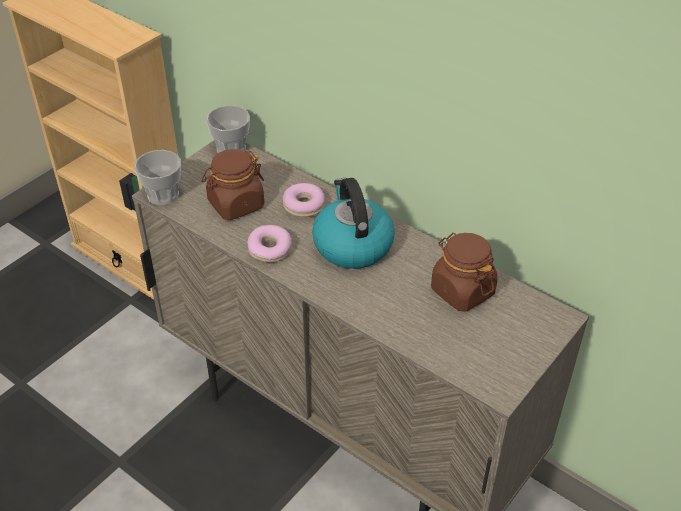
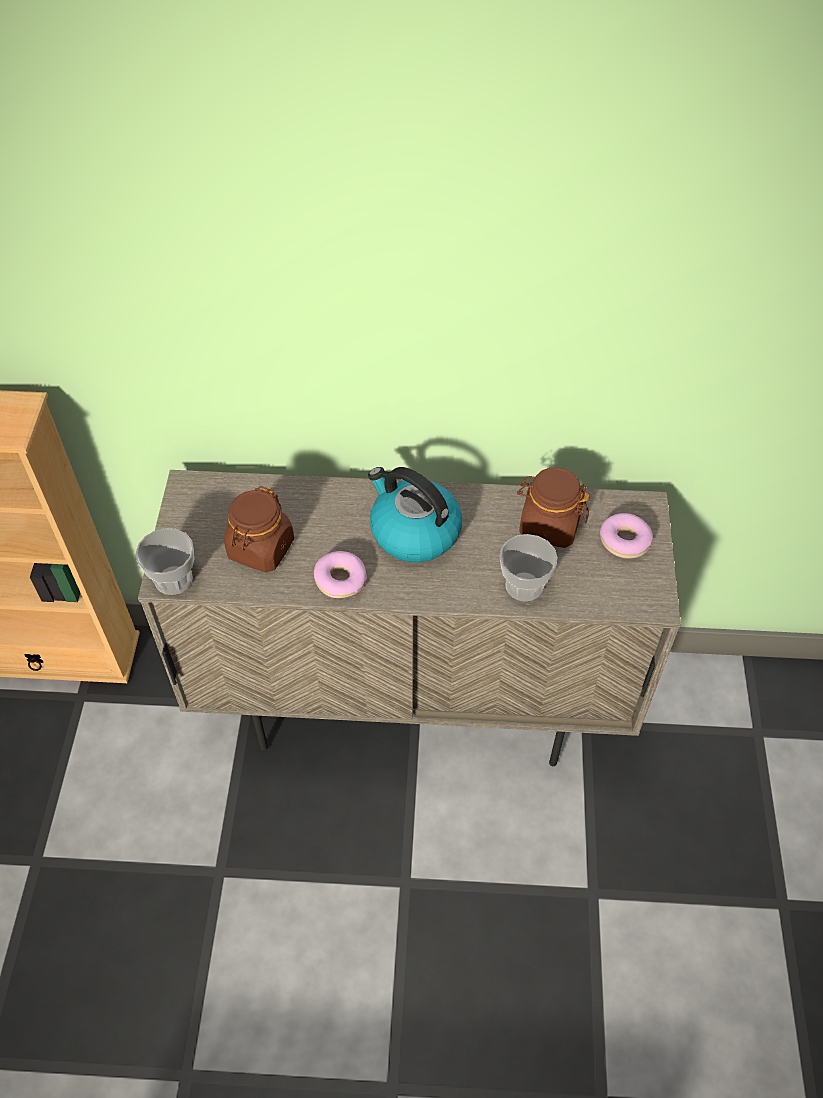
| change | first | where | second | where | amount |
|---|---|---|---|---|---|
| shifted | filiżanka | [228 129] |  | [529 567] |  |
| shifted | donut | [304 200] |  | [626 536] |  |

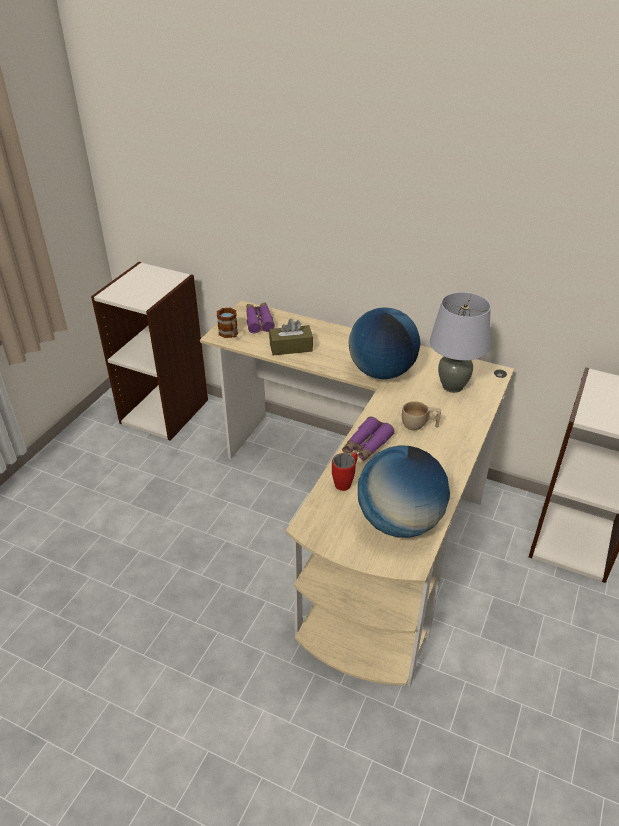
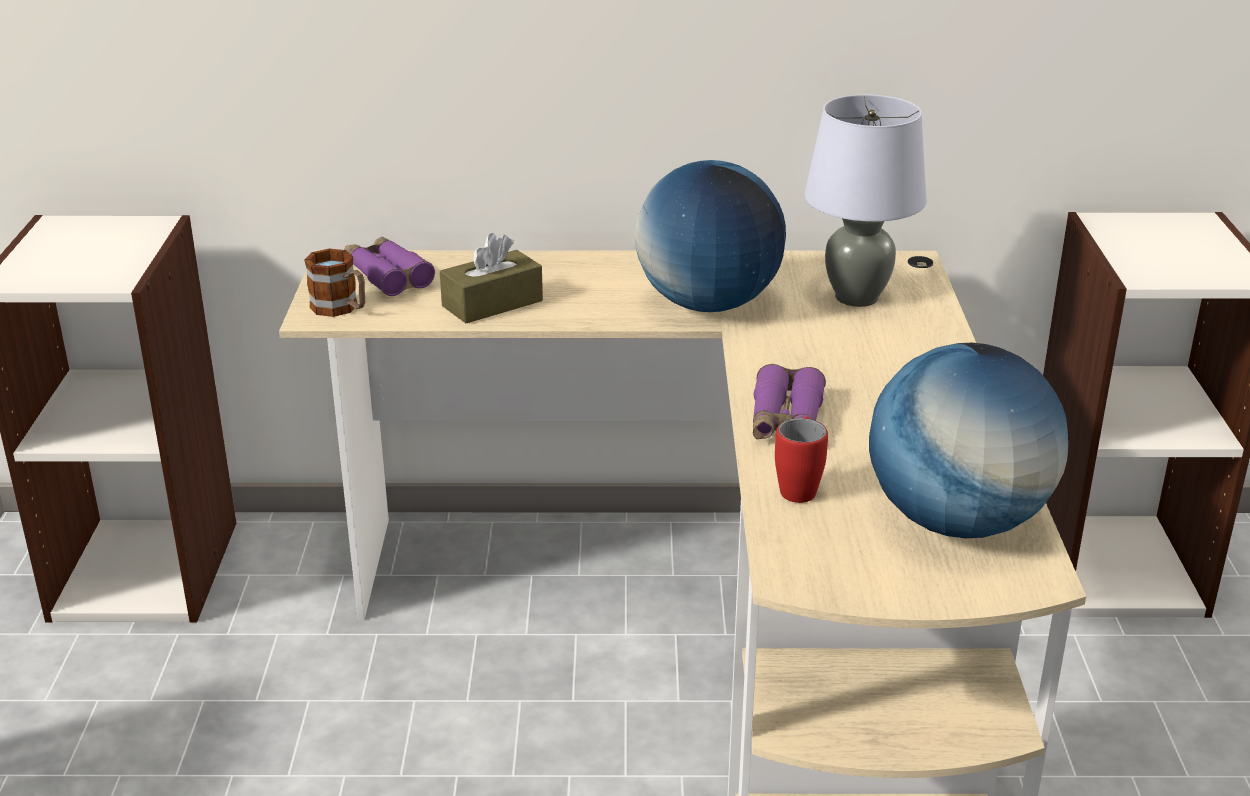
| change | first | where | second | where | amount |
|---|---|---|---|---|---|
| gone | filiżanka/beżowy | [421 415] |  |  |  |

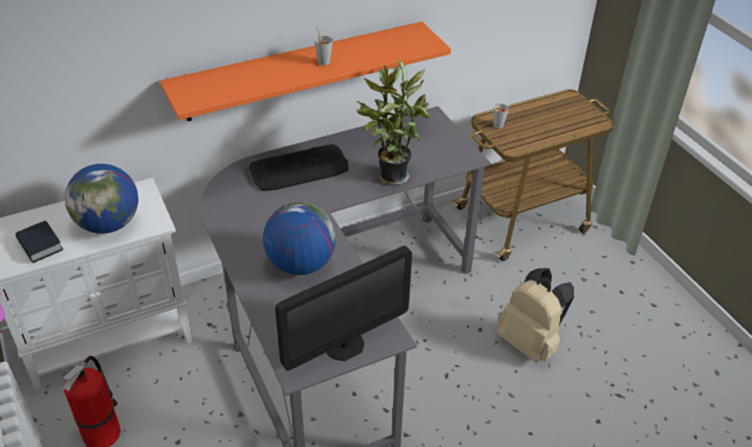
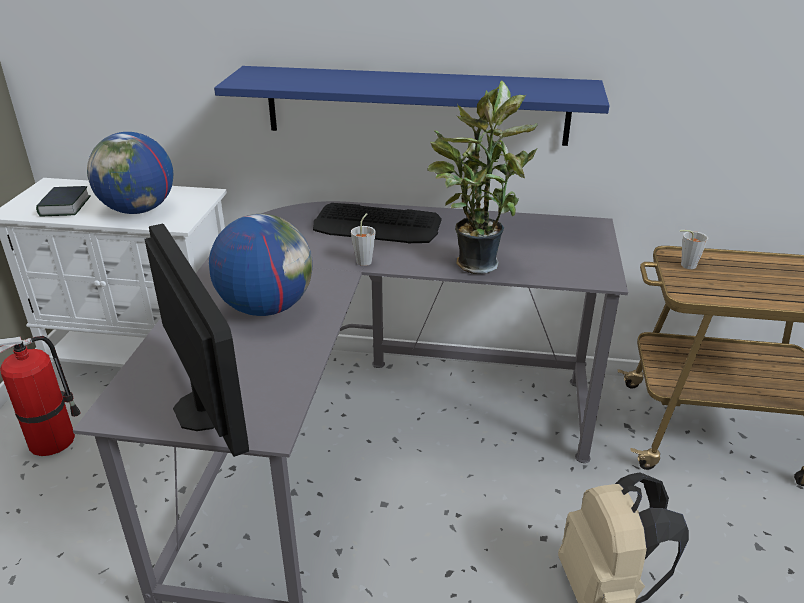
| change | first | where | second | where | amount |
|---|---|---|---|---|---|
| repainted | półka/pomarańczowy | [305 71] | półka/niebieski | [412 106] |  |
| shifted | filiżanka/szary | [323 46] |  | [363 239] |  |
| rotated | monitor | [343 308] |  | [196 340] | 120 degrees counterclockwise |

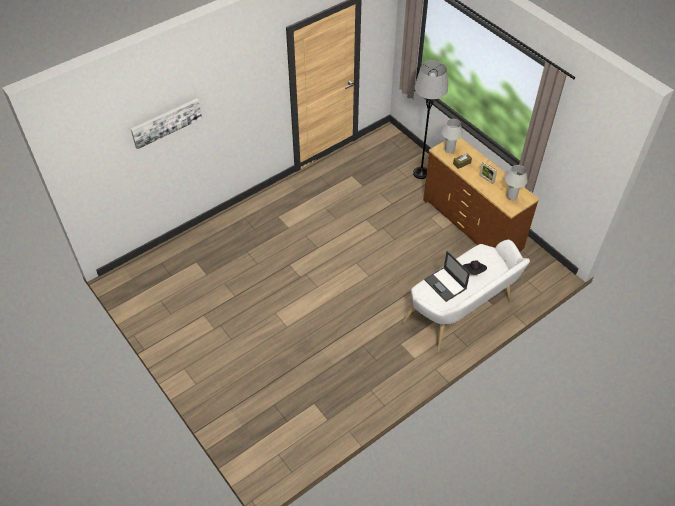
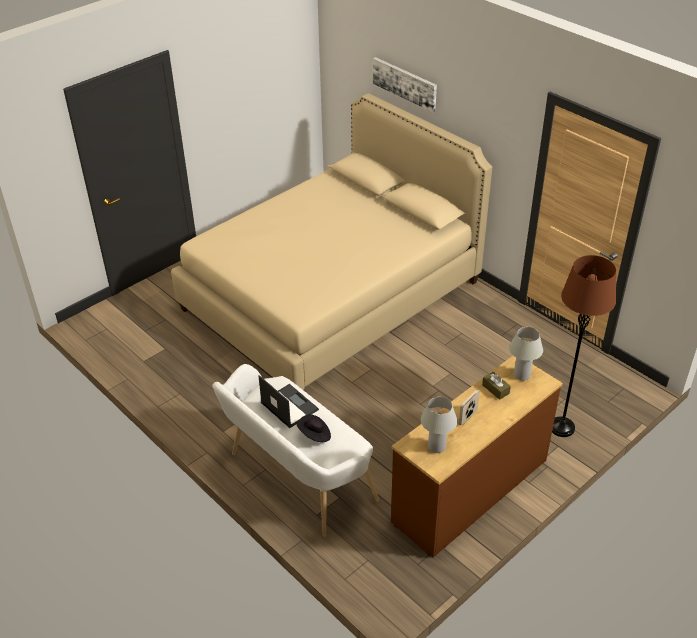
| change | first | where | second | where | amount |
|---|---|---|---|---|---|
| repainted | lampa stojąca/szary | [430 120] | lampa stojąca/brązowy | [584 346] |  |
| rotated | laptop | [447 276] |  | [289 401] | 90 degrees clockwise |
| new |  |  | łóżko/beżowy | [331 241] |  |

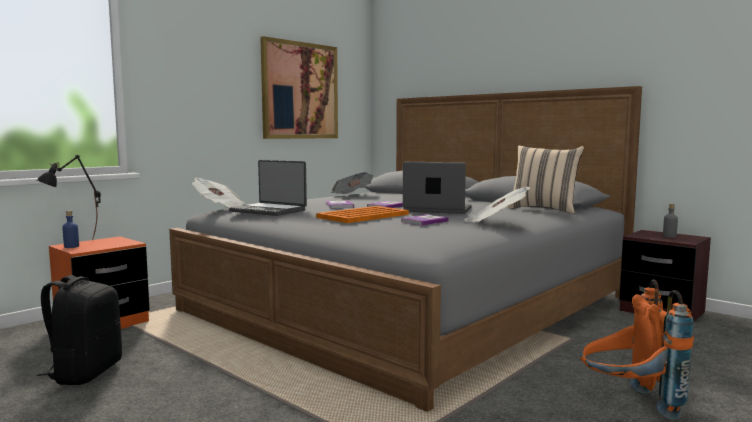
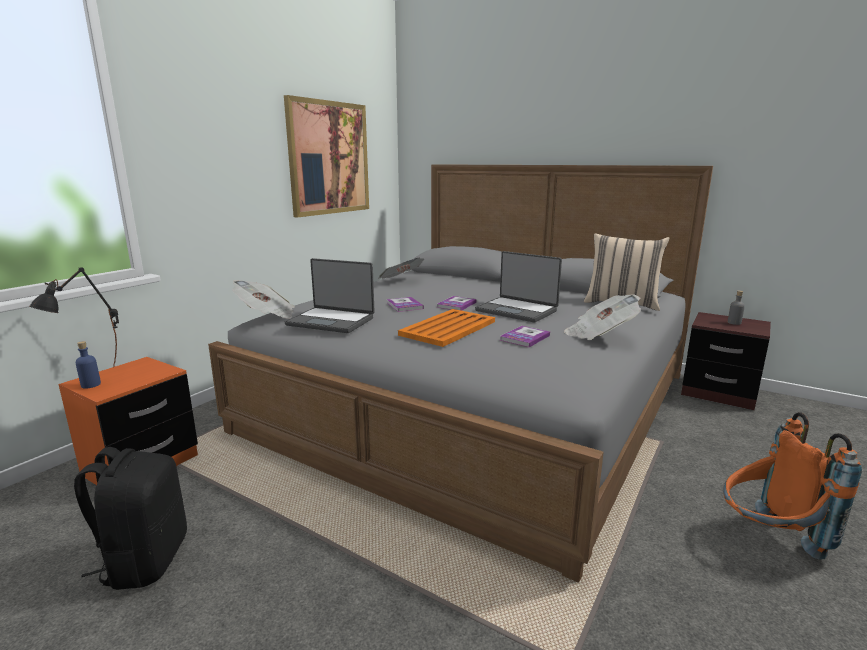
| change | first | where | second | where | amount |
|---|---|---|---|---|---|
| rotated | laptop | [437 188] |  | [518 286] | 150 degrees counterclockwise |

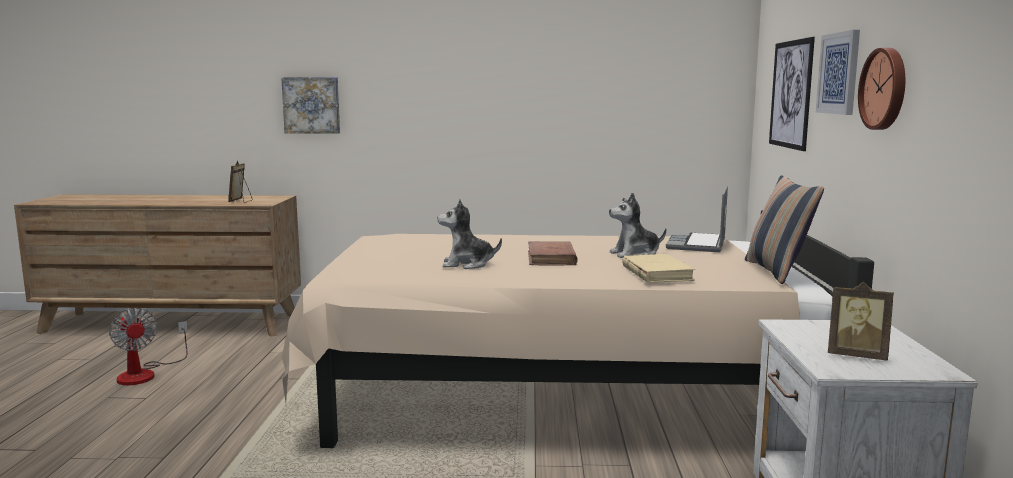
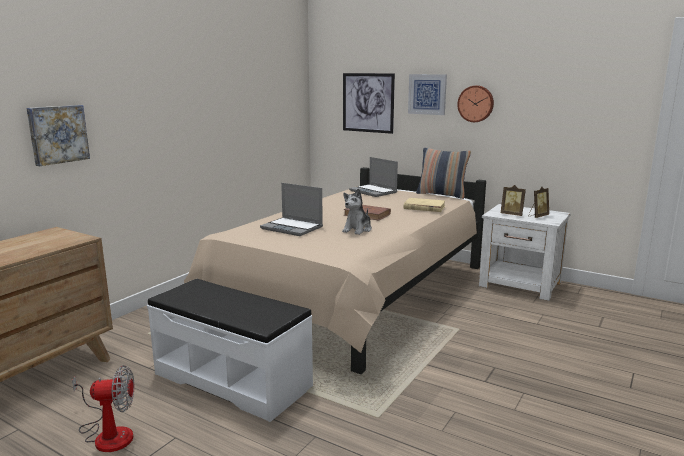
| change | first | where | second | where | amount |
|---|---|---|---|---|---|
| shifted | ramka na zdjęcie | [240 182] |  | [513 200] |  |
| gone | pluszak | [637 225] |  |  |  |
| new |  |  | laptop | [291 209] |  |
| new |  |  | ławka/biały | [230 350] |  |

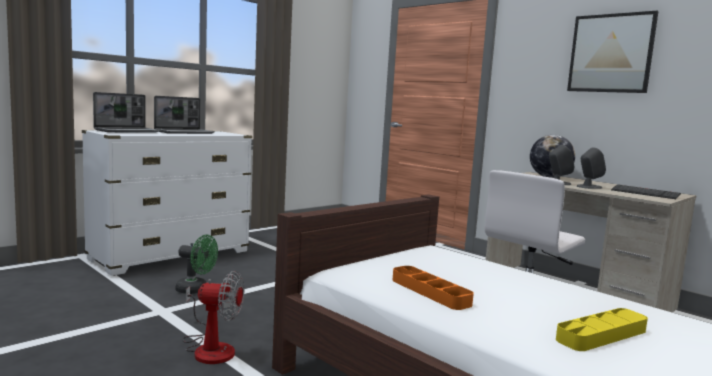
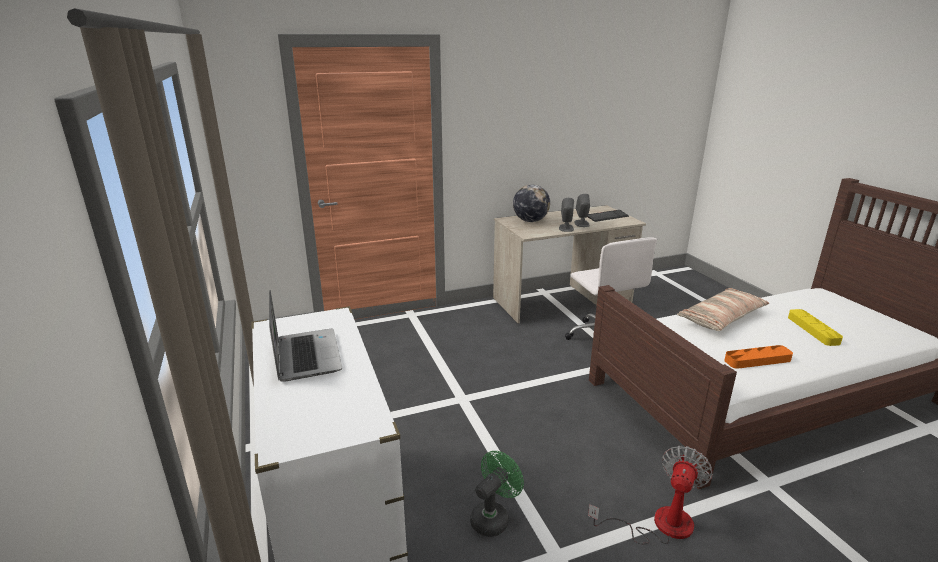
| change | first | where | second | where | amount |
|---|---|---|---|---|---|
| gone | obraz | [613 52] |  |  |  |
| gone | laptop | [126 112] |  |  |  |
| new |  |  | poduszka | [723 309] |  |

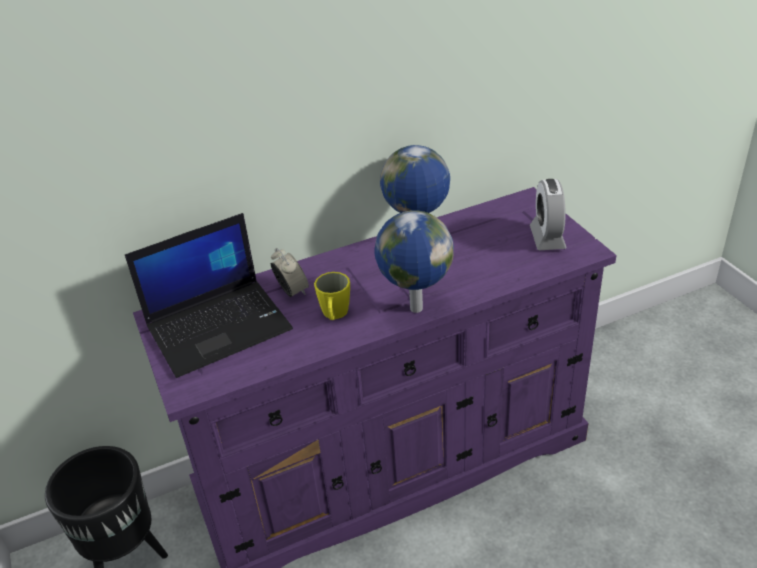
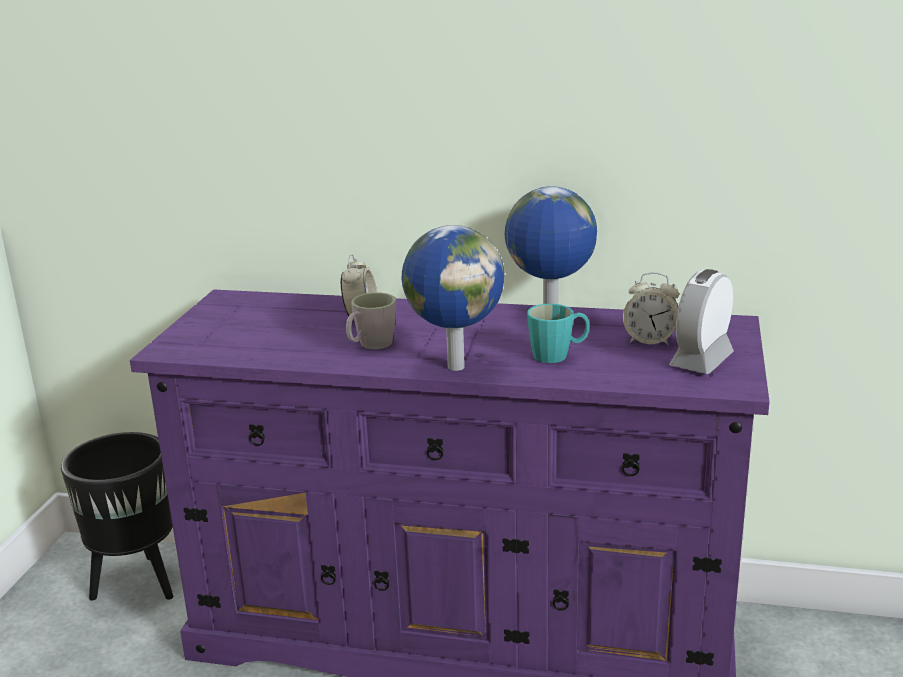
| change | first | where | second | where | amount |
|---|---|---|---|---|---|
| gone | laptop | [209 295] |  |  |  |
| repainted | kubek/żółty | [332 296] | kubek/szary | [371 321] |  |
| new |  |  | budzik | [651 309] |  |
| new |  |  | kubek/turkusowy | [558 333] |  |

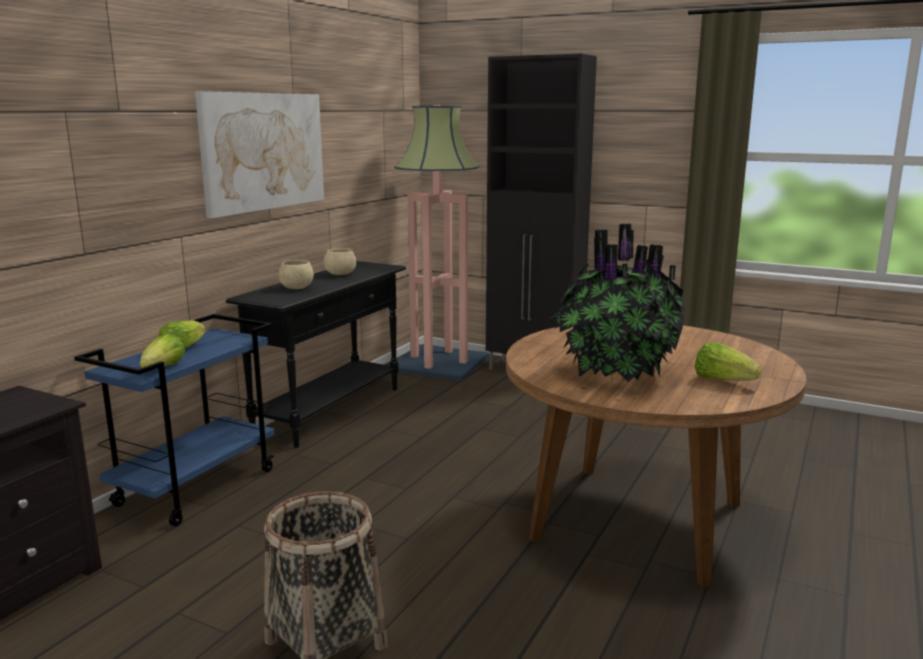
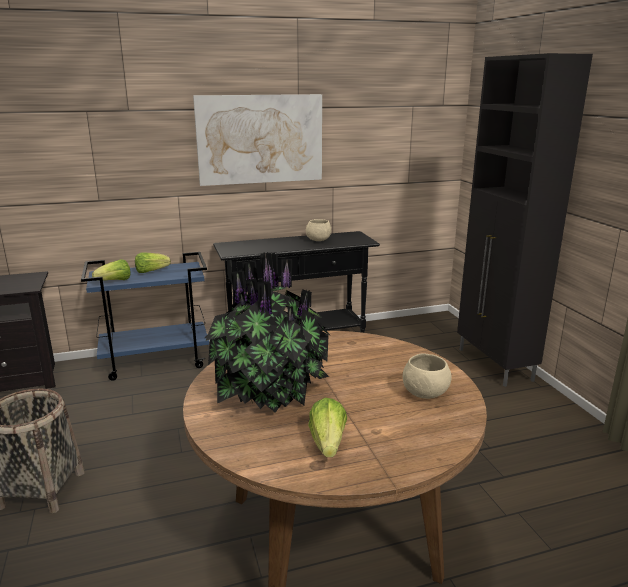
| change | first | where | second | where | amount |
|---|---|---|---|---|---|
| gone | lampa stojąca | [439 243] |  |  |  |
| shifted | miska/beżowy | [296 274] |  | [427 376] |  |

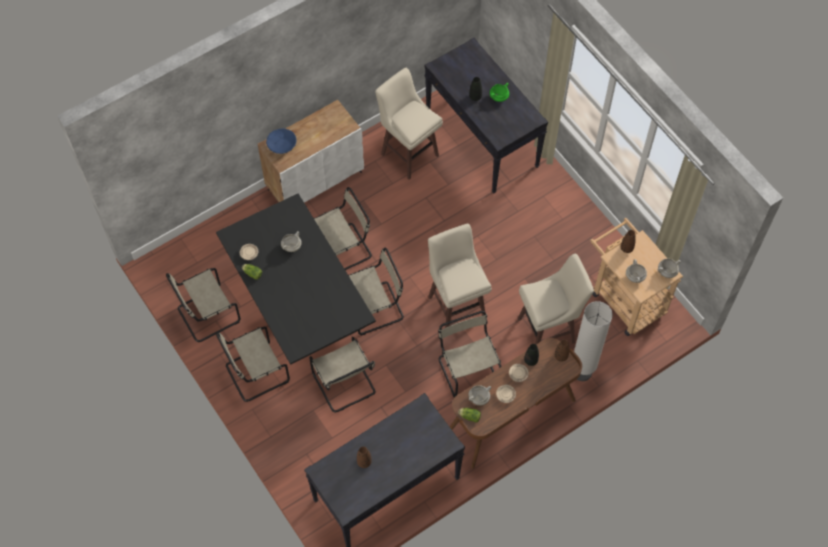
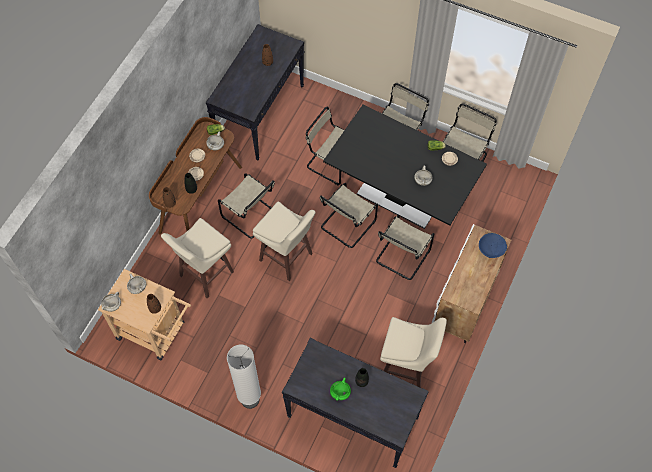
| change | first | where | second | where | amount |
|---|---|---|---|---|---|
| shifted | lampa stojąca/biały | [593 341] |  | [244 377] |  |

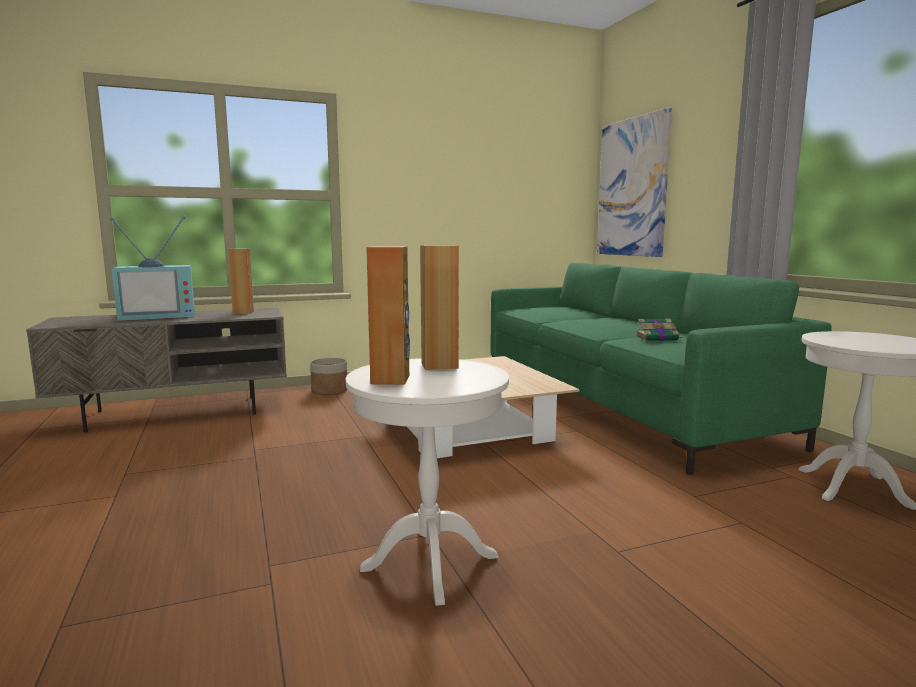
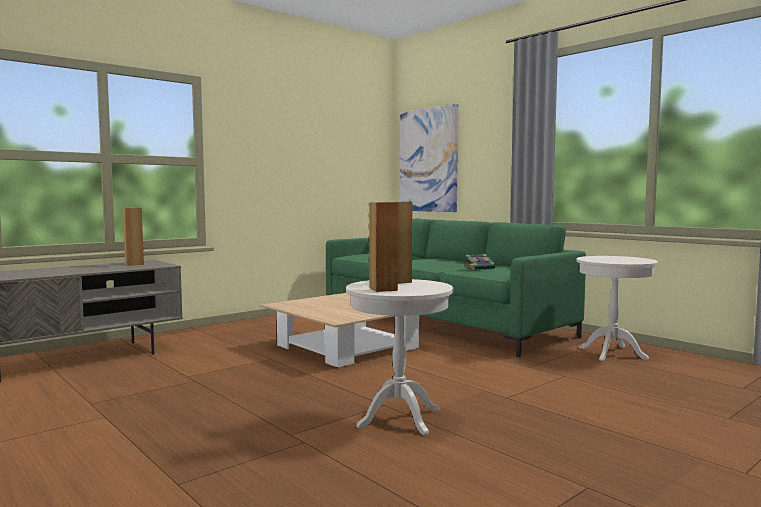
| change | first | where | second | where | amount |
|---|---|---|---|---|---|
| gone | telewizor | [152 268] |  |  |  |
| gone | donica | [328 376] |  |  |  |

